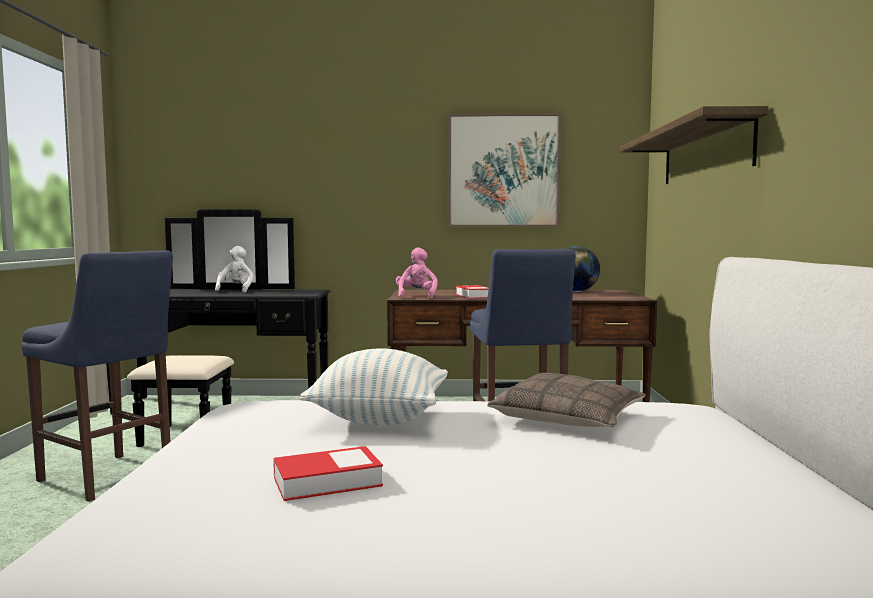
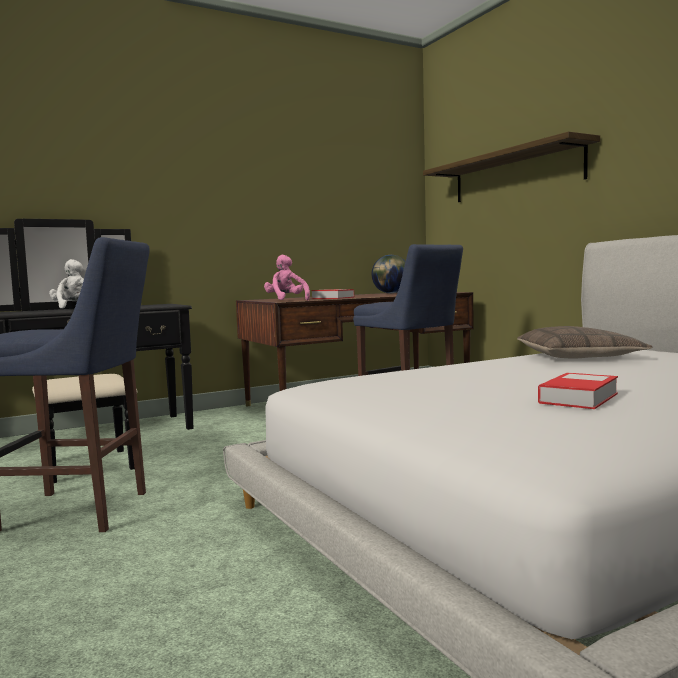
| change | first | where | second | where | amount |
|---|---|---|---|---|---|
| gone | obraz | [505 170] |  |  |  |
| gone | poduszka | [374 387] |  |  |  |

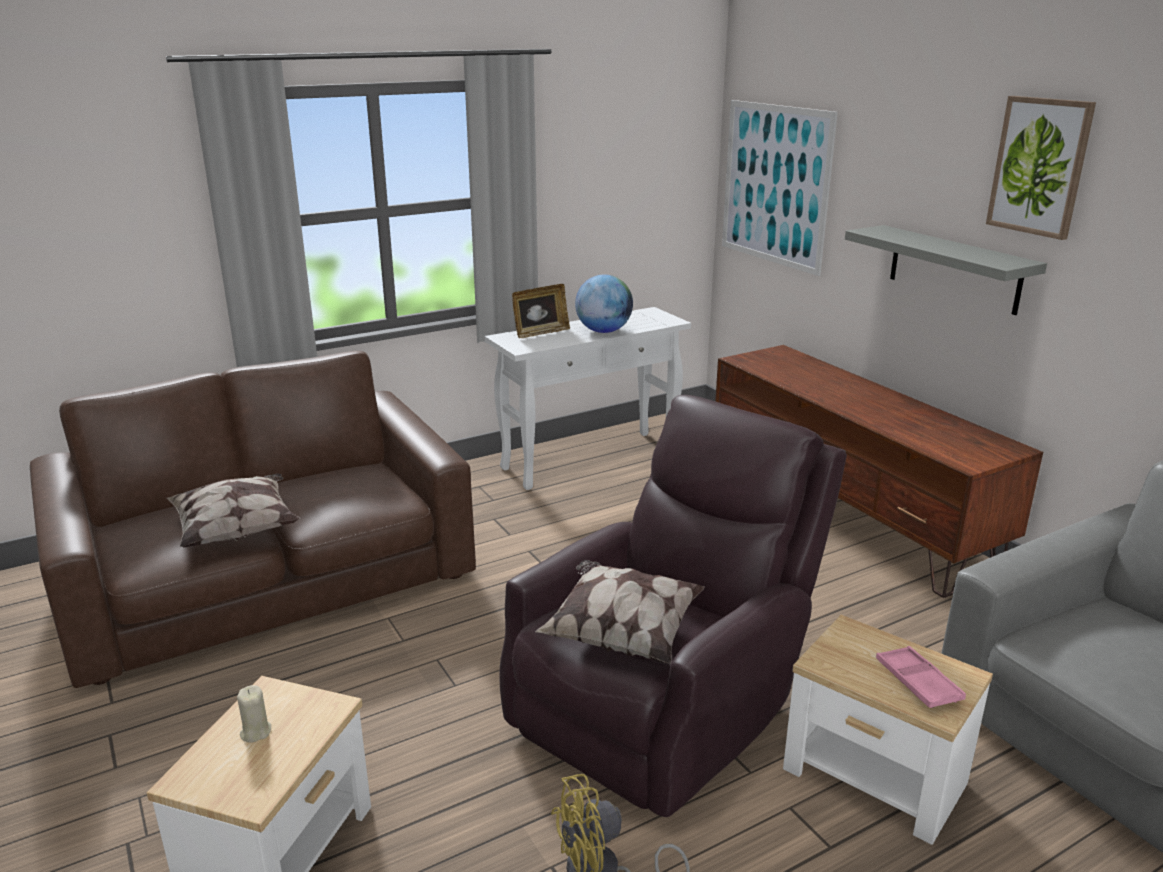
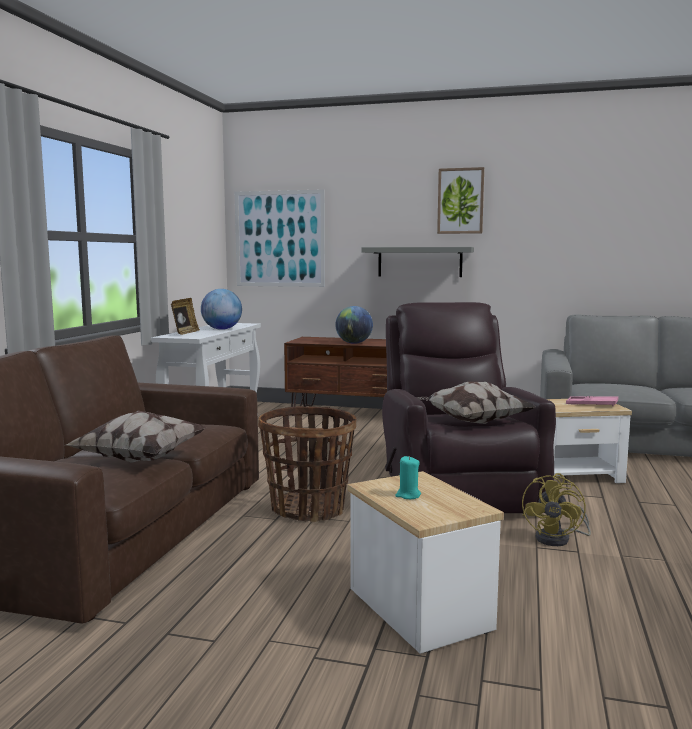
| change | first | where | second | where | amount |
|---|---|---|---|---|---|
| repainted | świeca/beżowy | [254 713] | świeca/turkusowy | [408 477] |  |
| new |  |  | globus | [354 325] |  |
| new |  |  | koszyk | [307 464] |  |

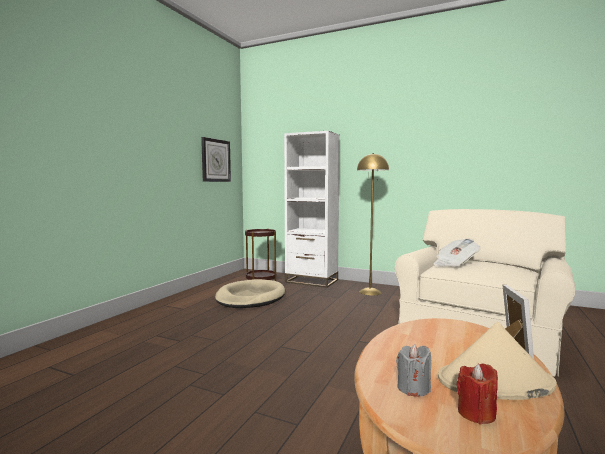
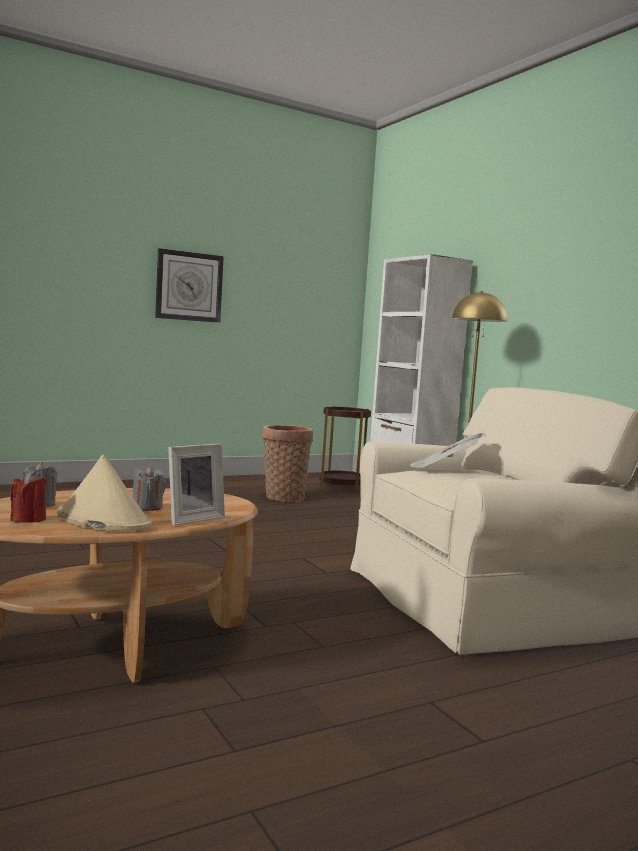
| change | first | where | second | where | amount |
|---|---|---|---|---|---|
| shifted | zegar ścienny | [216 159] |  | [189 285] |  |
| swapped | legowisko/beżowy | [250 293] | koszyk | [287 463] |  |
| new |  |  | świeca/szary | [149 488] |  |

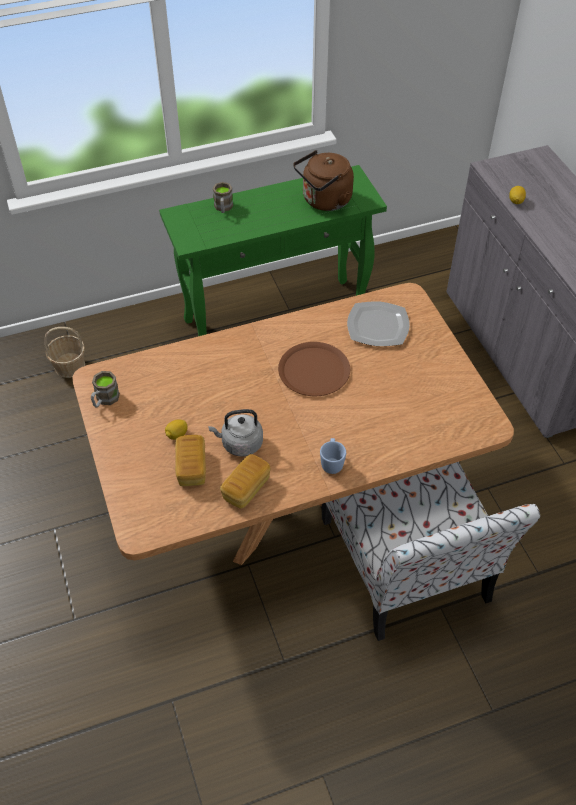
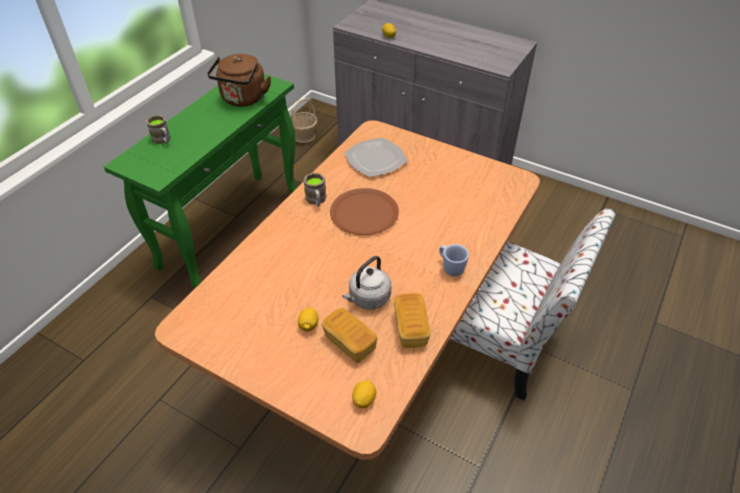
| change | first | where | second | where | amount |
|---|---|---|---|---|---|
| shifted | koszyk | [65 352] |  | [304 120] |  |
| shifted | kubek/brązowy | [105 389] |  | [315 189] |  |
| new |  |  | cytryna | [364 393] |  |

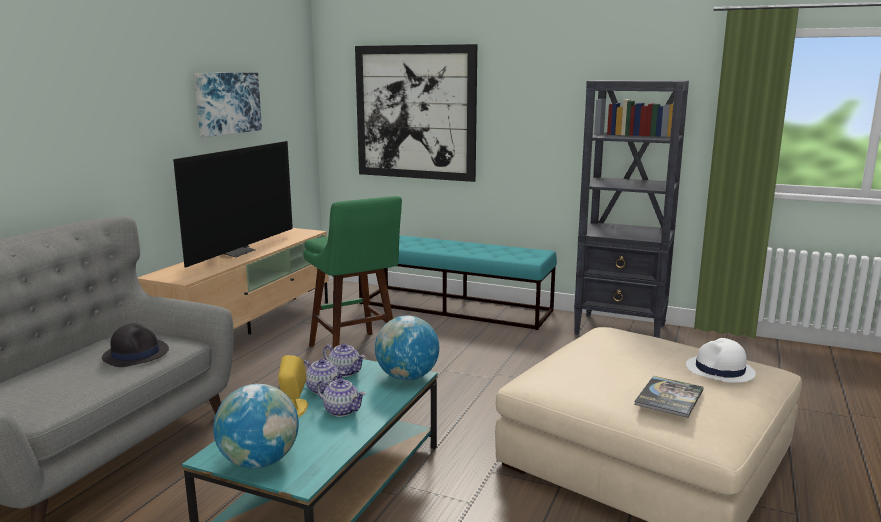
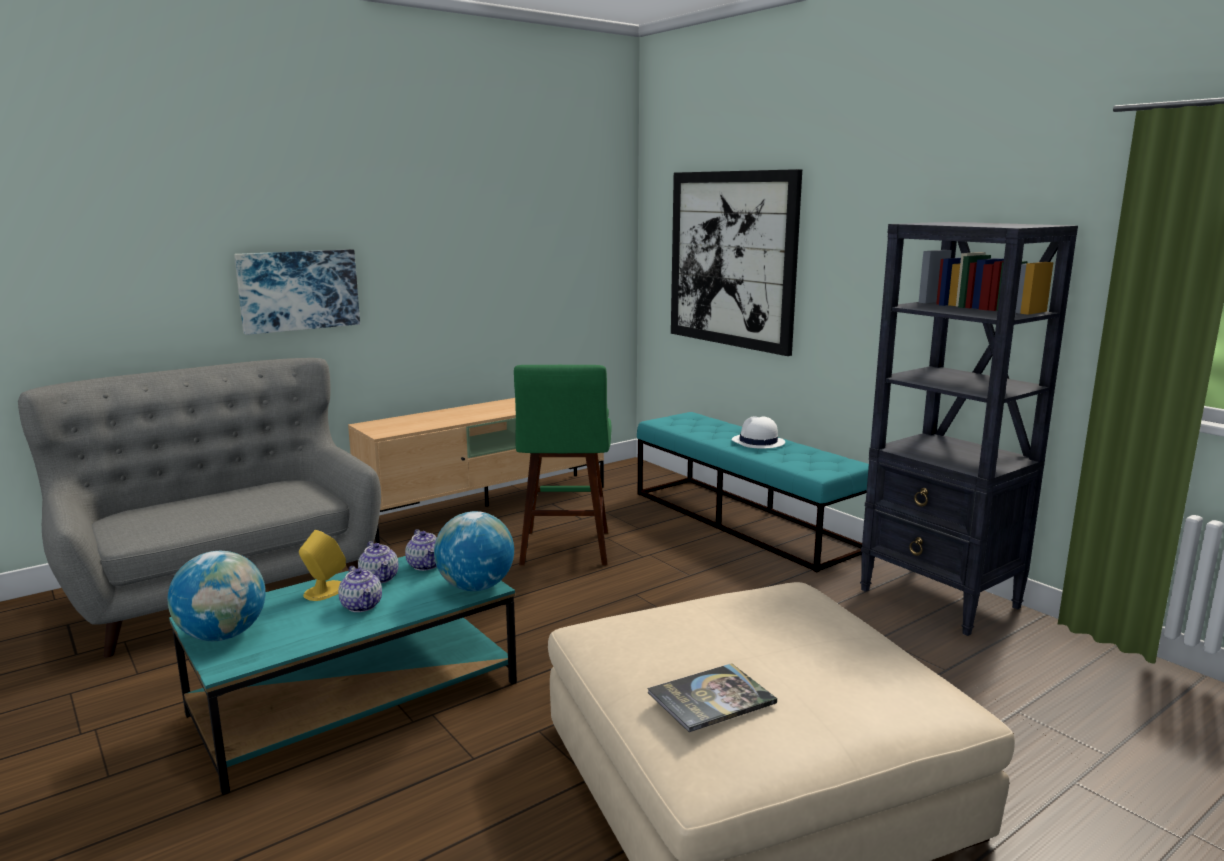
| change | first | where | second | where | amount |
|---|---|---|---|---|---|
| shifted | obraz | [228 105] |  | [297 292] |  |
| gone | telewizor | [233 204] |  |  |  |
| gone | kapelusz/czarny | [135 345] |  |  |  |
| shifted | kapelusz/biały | [721 360] |  | [758 432] |  |

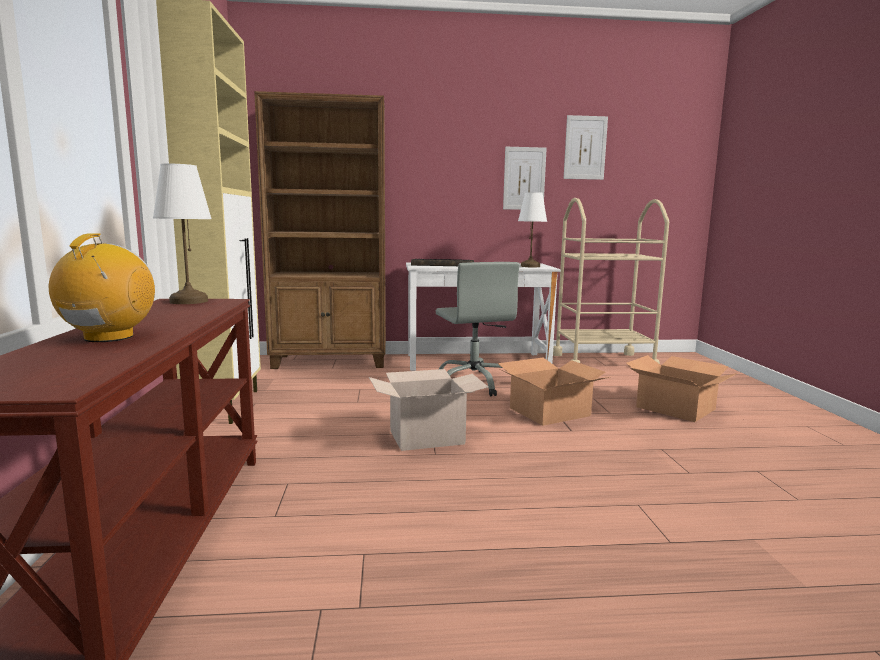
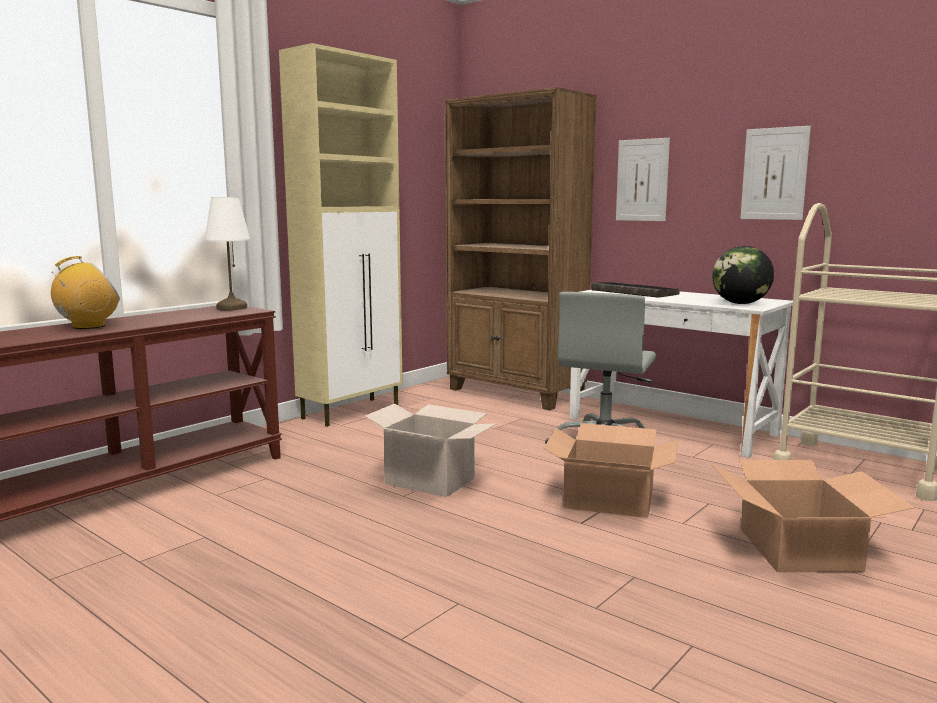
| change | first | where | second | where | amount |
|---|---|---|---|---|---|
| shifted | obraz | [585 147] |  | [643 179] |  |
| swapped | lampa stołowa/biały | [532 229] | globus | [743 275] |  |

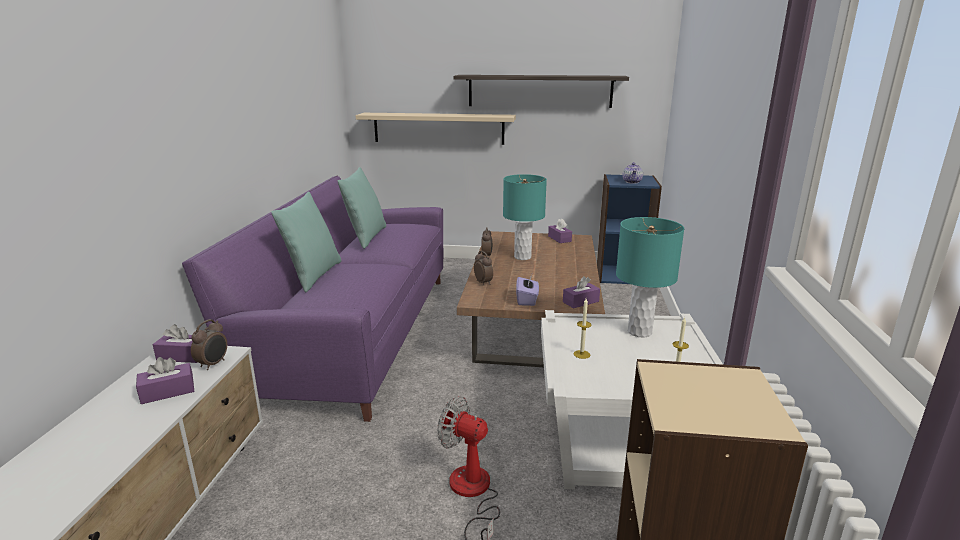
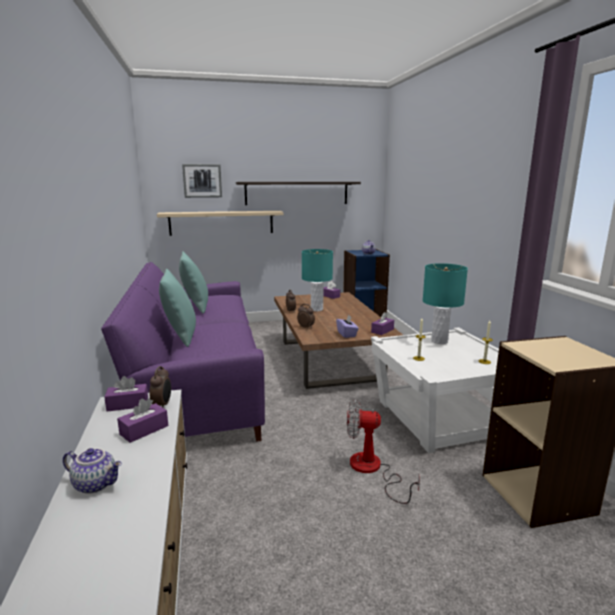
| change | first | where | second | where | amount |
|---|---|---|---|---|---|
| new |  |  | obraz | [202 181] |  |
| new |  |  | imbryk | [92 471] |  |

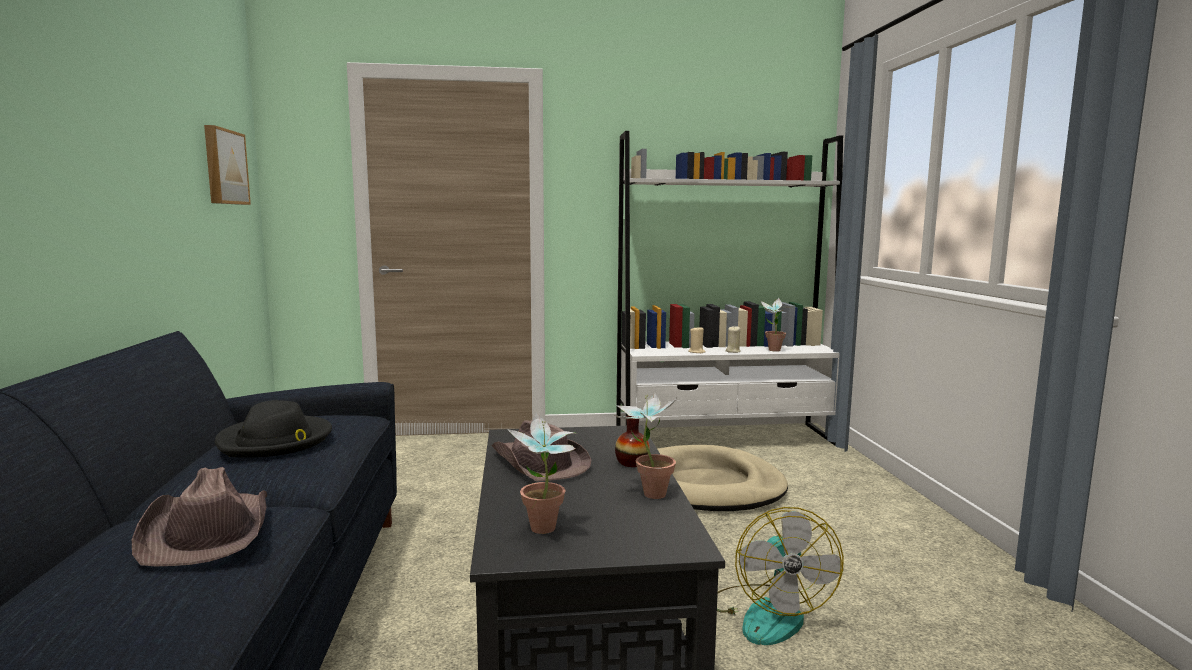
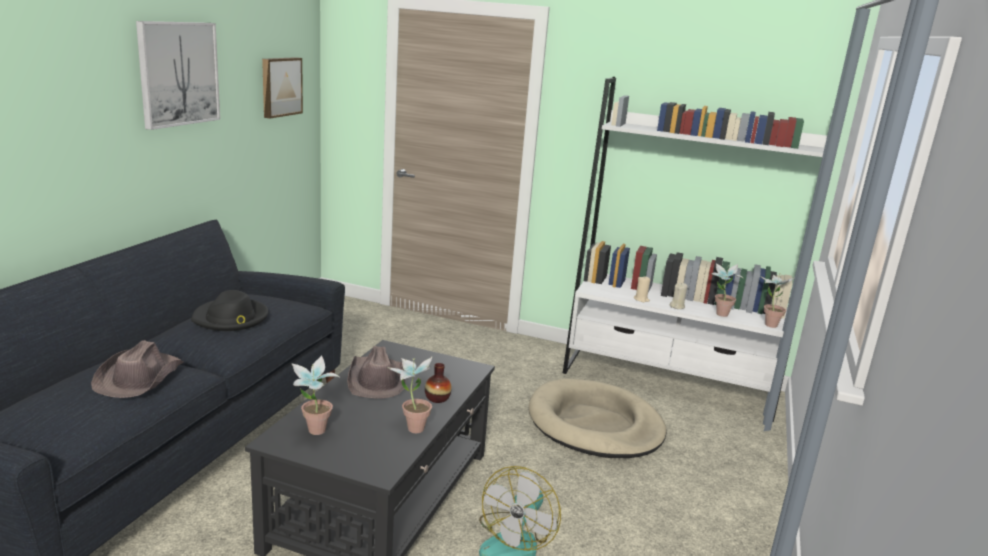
| change | first | where | second | where | amount |
|---|---|---|---|---|---|
| new |  |  | obraz | [178 75] |  |
| new |  |  | roślina doniczkowa | [777 300] |  |

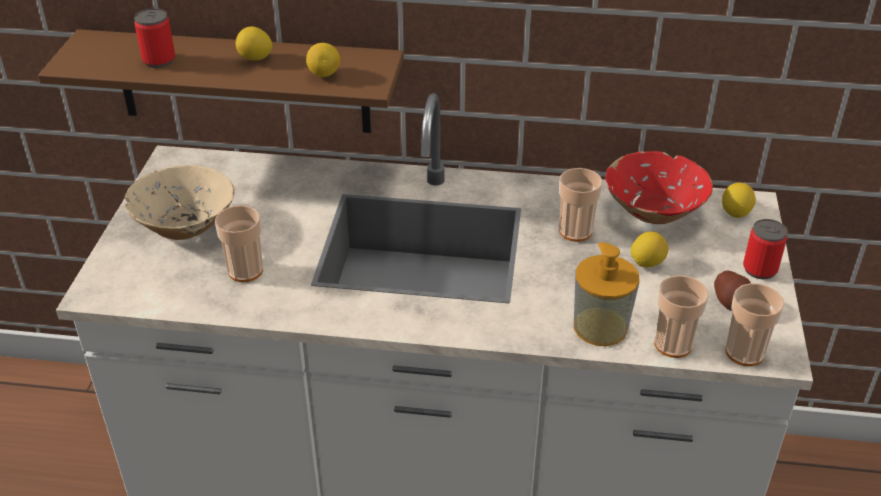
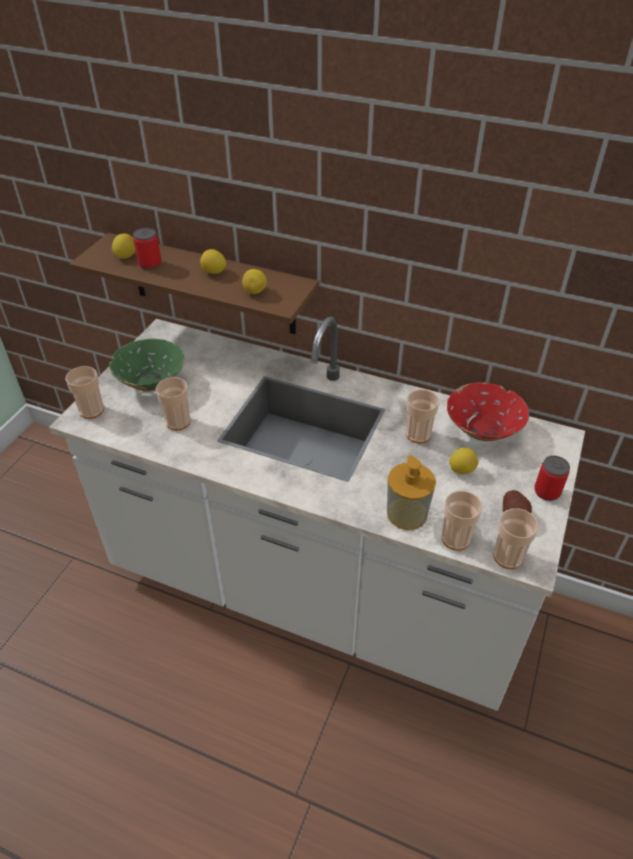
| change | first | where | second | where | amount |
|---|---|---|---|---|---|
| repainted | miska/beżowy | [180 202] | miska/zielony | [147 365] |  |
| shifted | cytryna | [739 200] |  | [124 246] |  |
| new |  |  | filiżanka | [84 392] |  |

